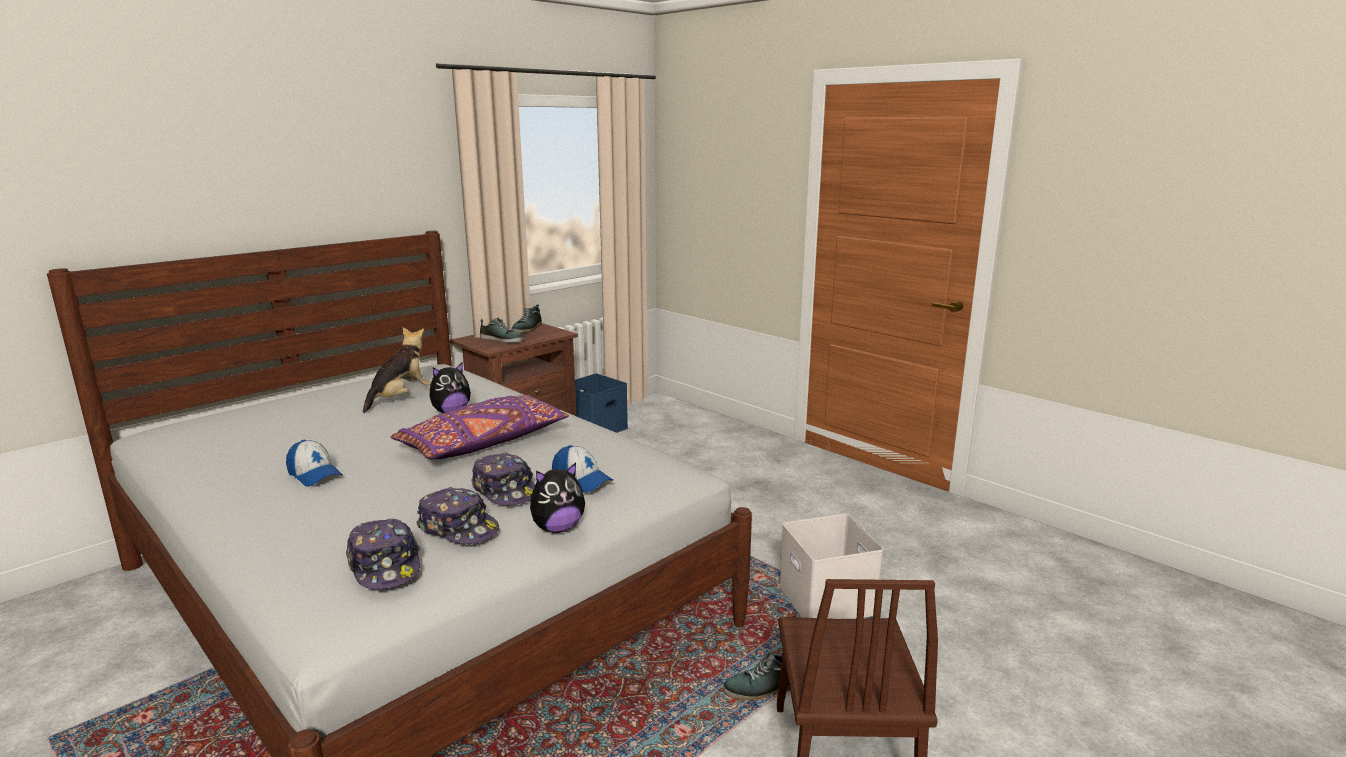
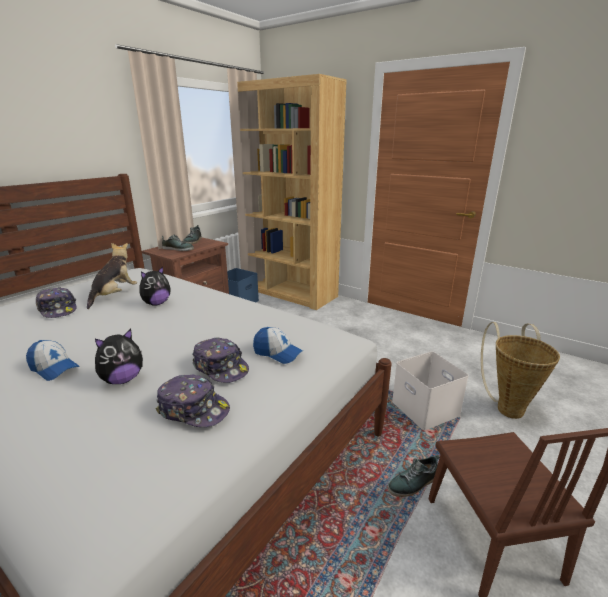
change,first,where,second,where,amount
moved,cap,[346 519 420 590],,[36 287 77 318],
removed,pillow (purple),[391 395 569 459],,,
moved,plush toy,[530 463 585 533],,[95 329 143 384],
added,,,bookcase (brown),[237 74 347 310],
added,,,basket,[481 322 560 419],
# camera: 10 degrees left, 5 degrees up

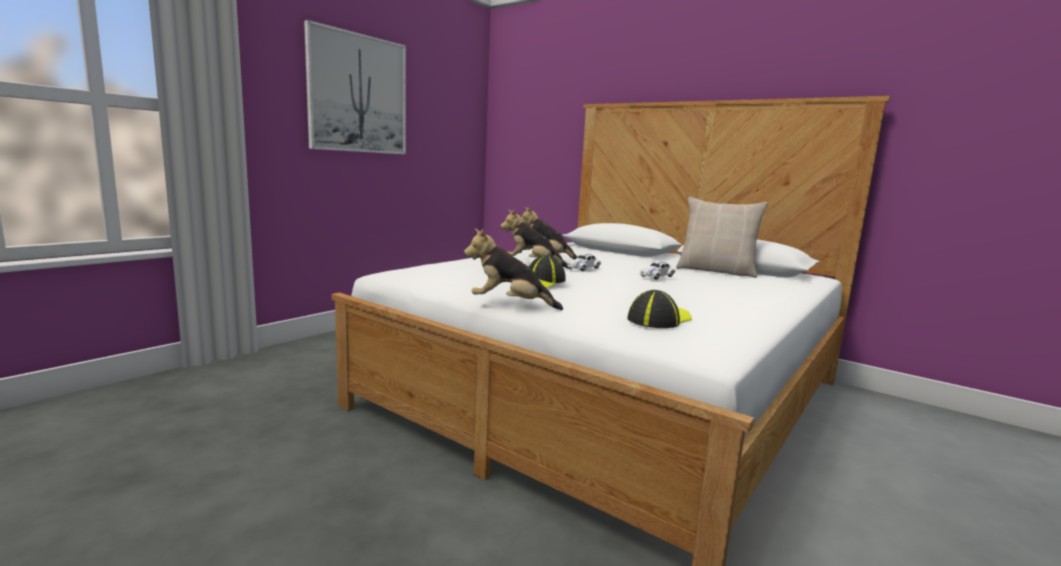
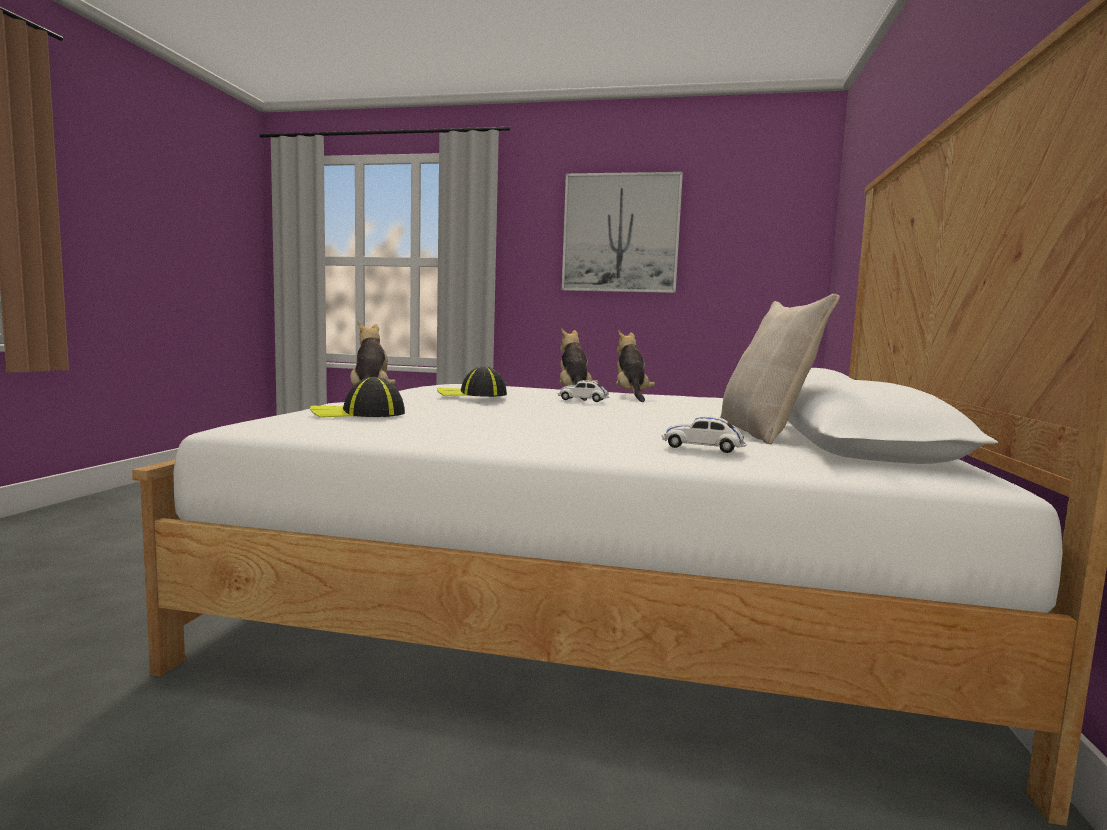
change,first,where,second,where,amount
turned,cap,[627 290 692 328],,[310 377 405 418],150 degrees clockwise
moved,toy car (white),[640 261 675 280],,[661 416 747 453],
# camera: 65 degrees right, 5 degrees down

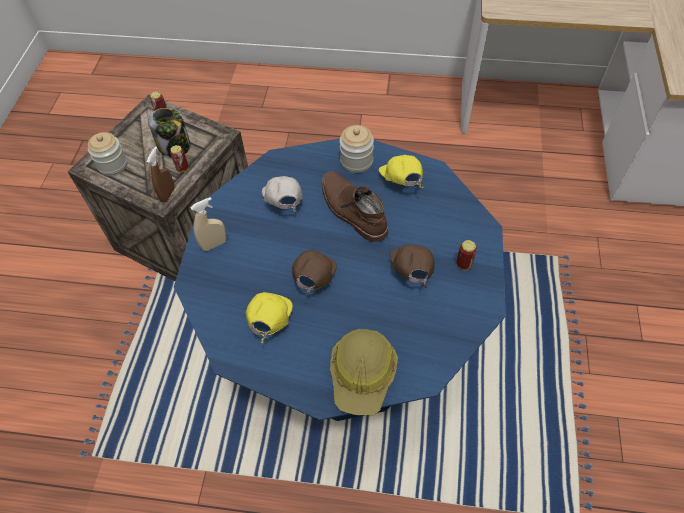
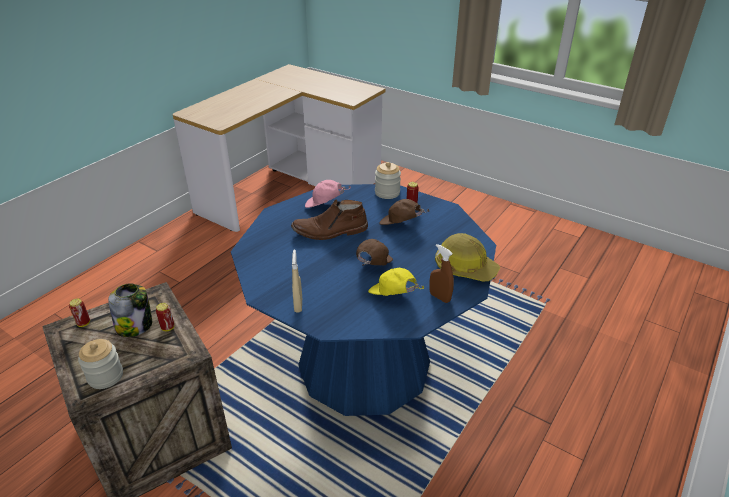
change,first,where,second,where,amount
moved,spray bottle (brown),[147 147 175 202],,[429 244 454 303],
removed,cap (white),[262 176 303 212],,,
turned,cap (brown),[292 250 337 297],,[356 239 393 265],75 degrees clockwise
moved,jar,[339 125 374 173],,[375 162 401 199],
recoloured,cap (yellow),[379 155 424 188],cap (pink),[305 180 351 208],
# camera: 65 degrees left, 20 degrees down

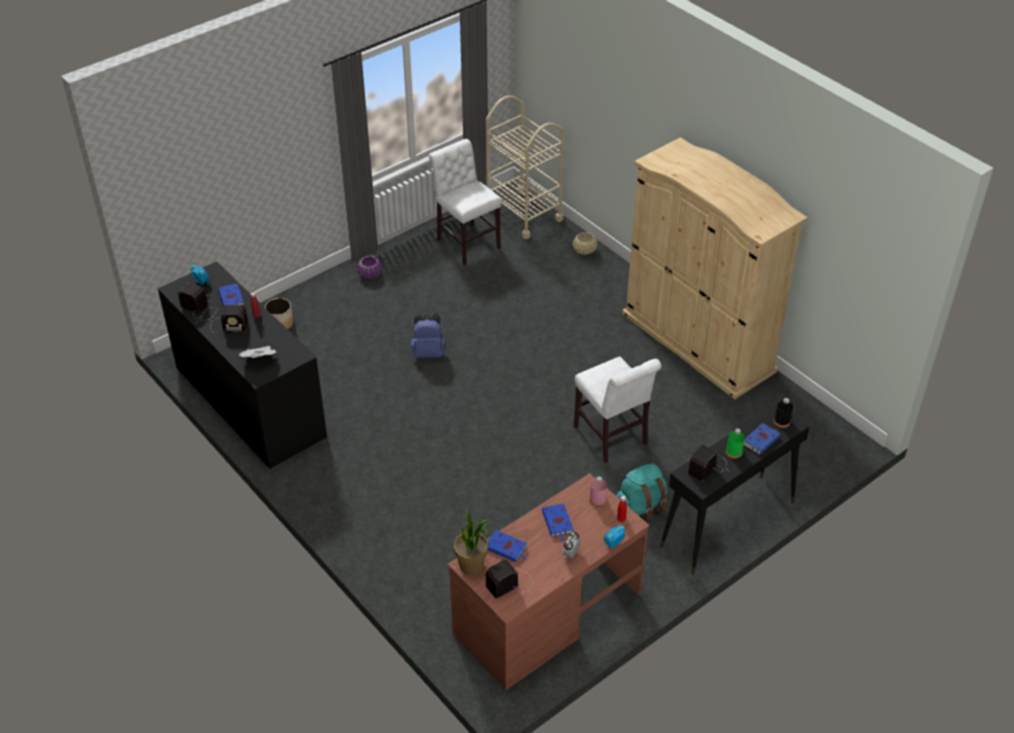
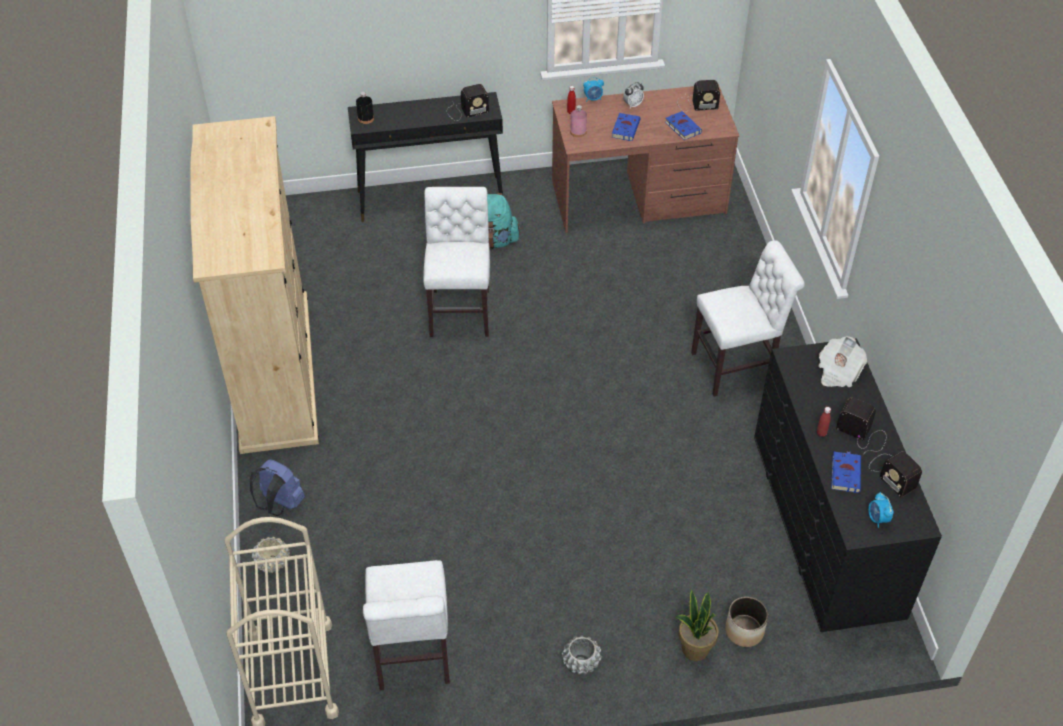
change,first,where,second,where,amount
recoloured,planter (purple),[357 256 382 279],planter (grey),[562 635 602 675],
moved,backpack (blue),[411 312 445 358],,[250 459 305 516],
moved,potted plant,[454 509 491 575],,[675 590 719 661],
removed,bottle (green),[726 428 745 459],,,
removed,book (blue),[744 423 780 455],,,
added,,,chair (white),[691 240 805 397],
# camera: 150 degrees left, 5 degrees up

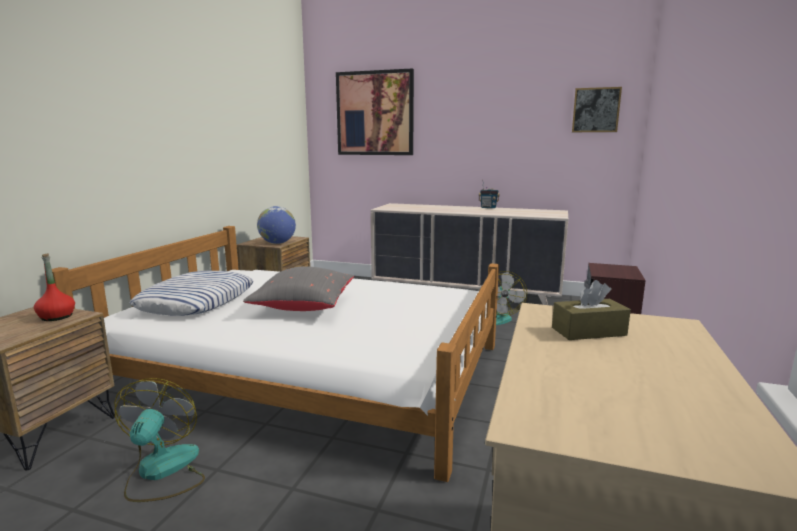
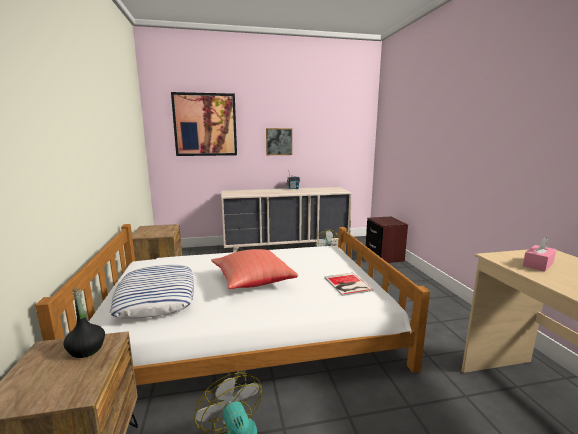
change,first,where,second,where,amount
recoloured,bottle (red),[34 254 75 321],bottle (black),[63 287 105 358],
recoloured,pillow (grey),[243 266 354 311],pillow (red),[211 249 298 289],
removed,globe,[257 206 296 244],,,
recoloured,tissue box (brown),[552 280 631 340],tissue box (pink),[523 237 556 272],
moved,picture,[572 87 622 132],,[266 128 292 155],
added,,,book,[325 273 373 296],
# camera: 30 degrees left, 0 degrees up

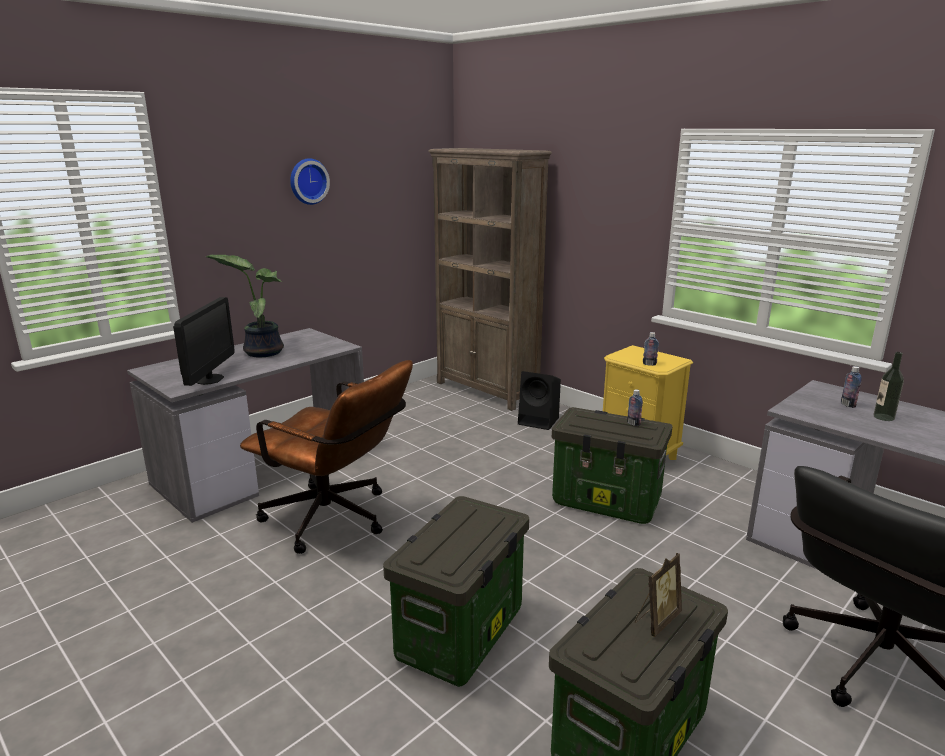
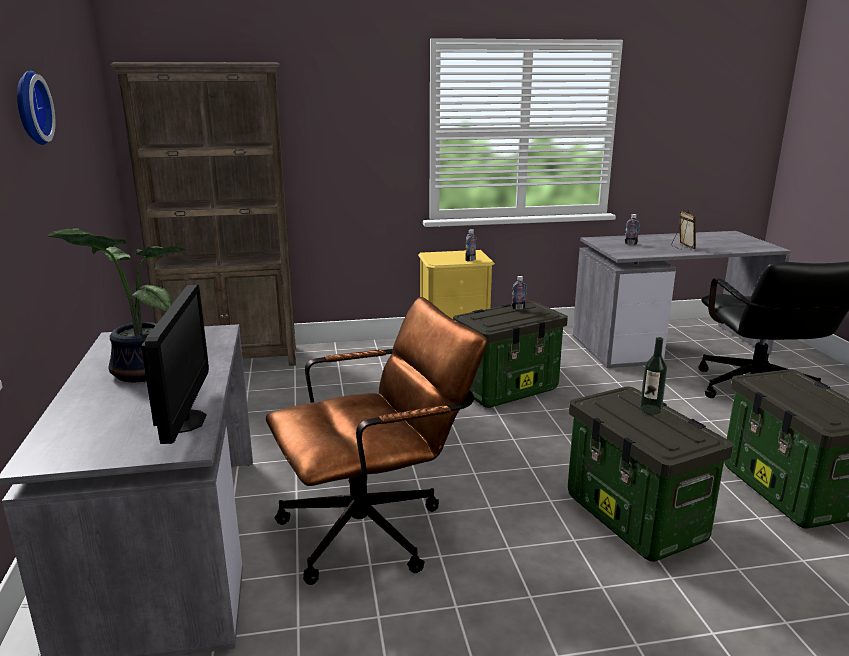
change,first,where,second,where,amount
turned,monitor,[173 297 235 386],,[141 285 209 444],45 degrees clockwise
removed,speaker (black),[518 371 561 430],,,
moved,picture frame,[635 553 682 637],,[671 210 696 250],
moved,bottle,[873 352 904 421],,[640 337 667 414],
# camera: 55 degrees left, 0 degrees up

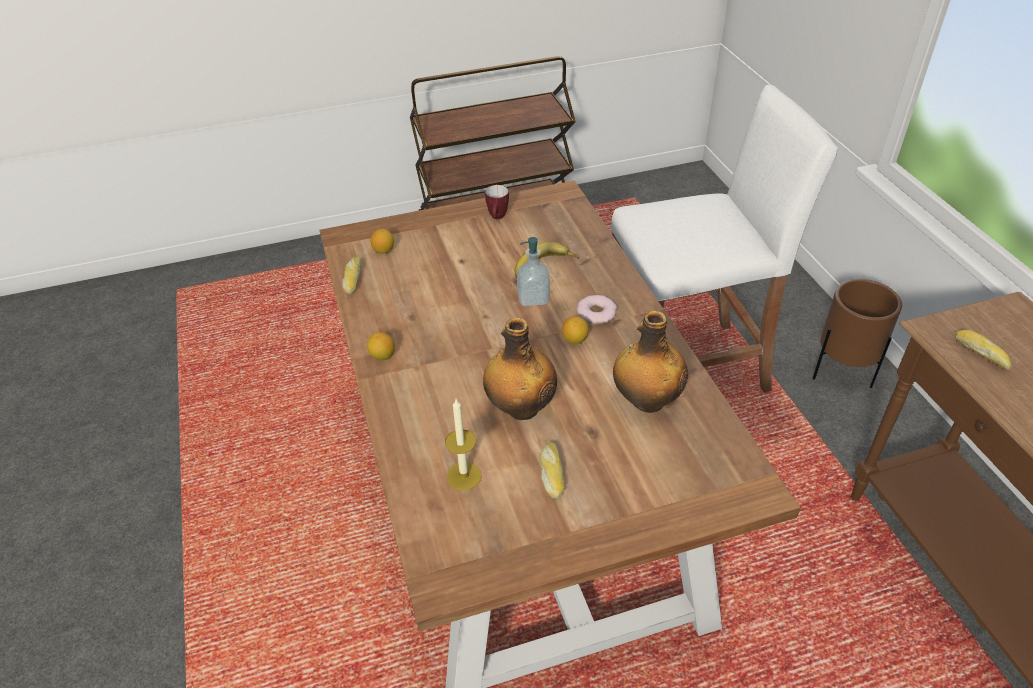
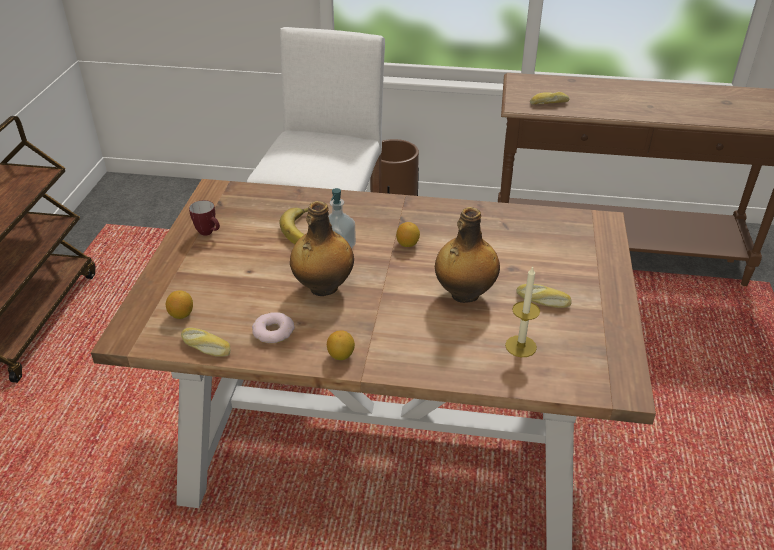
change,first,where,second,where,amount
moved,donut,[577 295 617 324],,[252 312 295 343],
moved,bottle,[613 311 688 413],,[290 201 354 296],
# camera: 65 degrees left, 5 degrees down

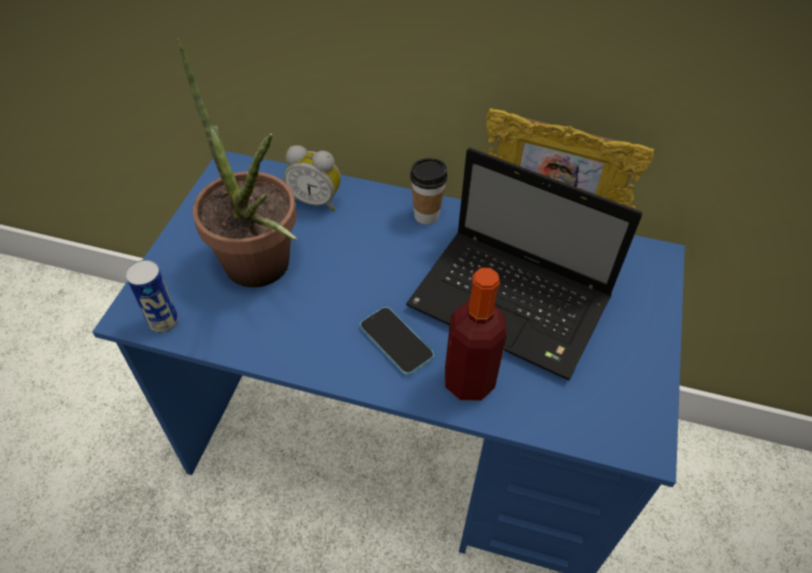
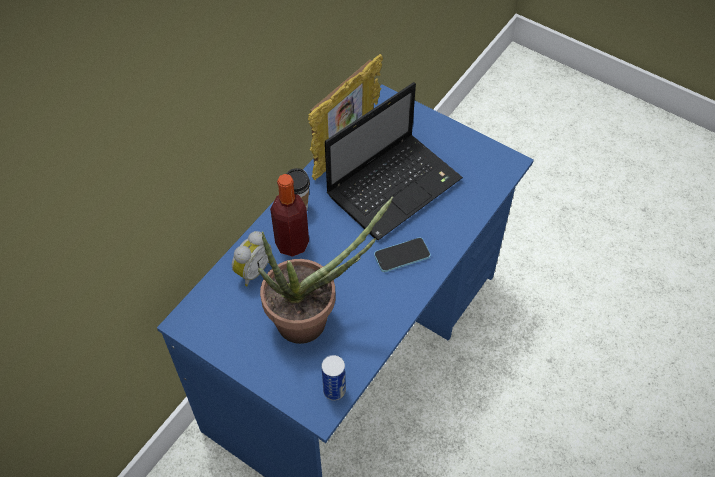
change,first,where,second,where,amount
moved,bottle,[445 268 507 401],,[270 174 309 257],
# camera: 70 degrees left, 5 degrees up

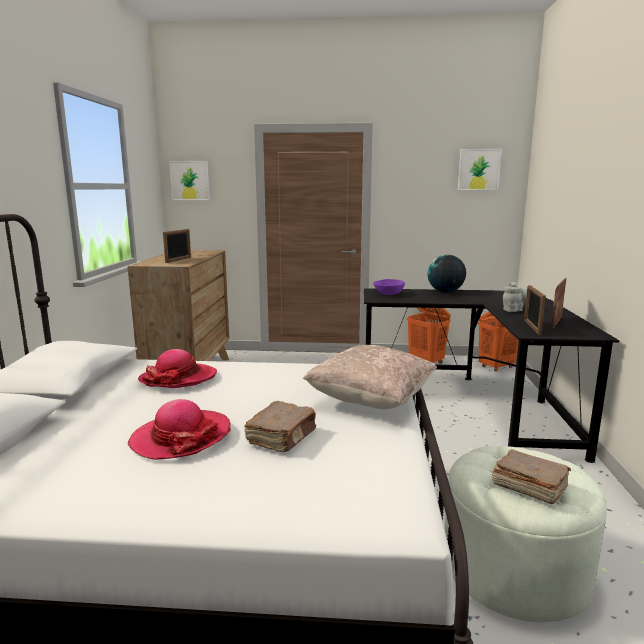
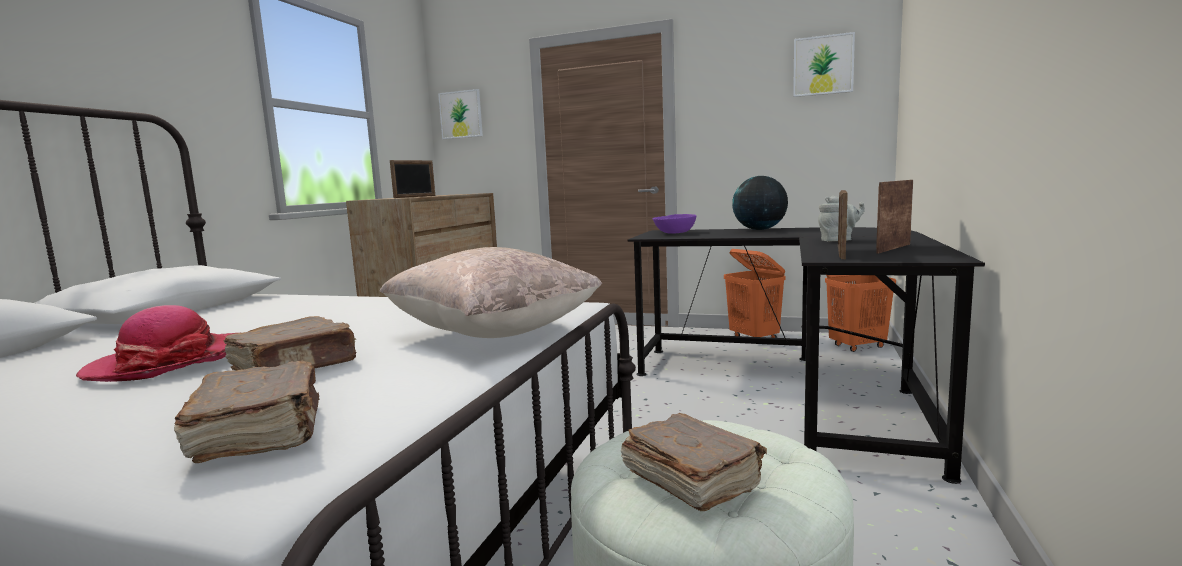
change,first,where,second,where,amount
removed,hat,[138 349 217 388],,,
added,,,book (brown),[174 361 320 463],
# camera: 15 degrees right, 5 degrees down

